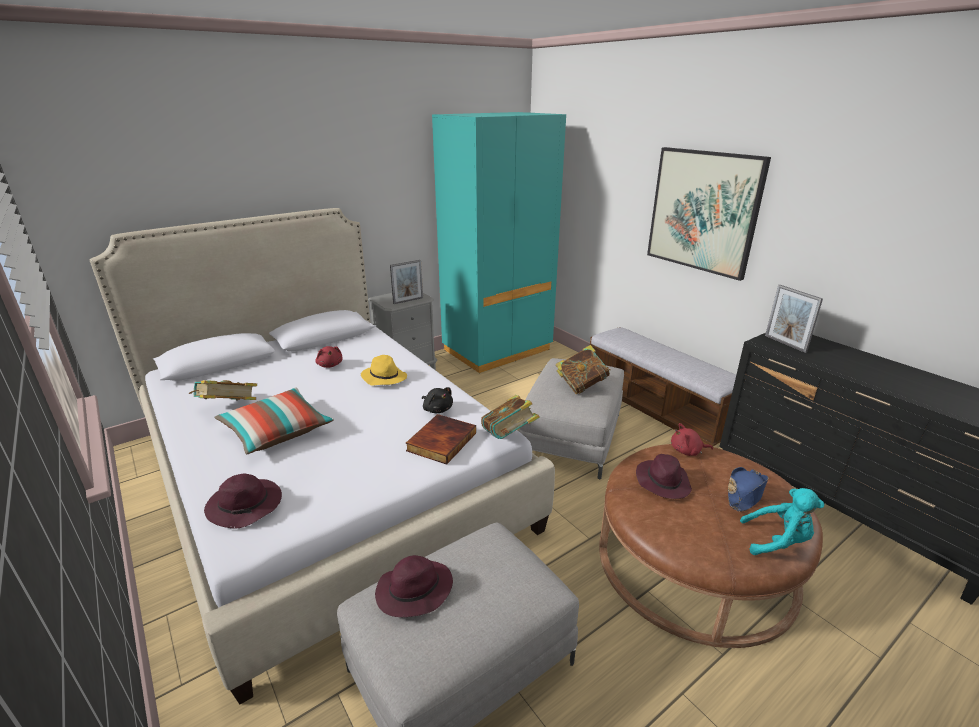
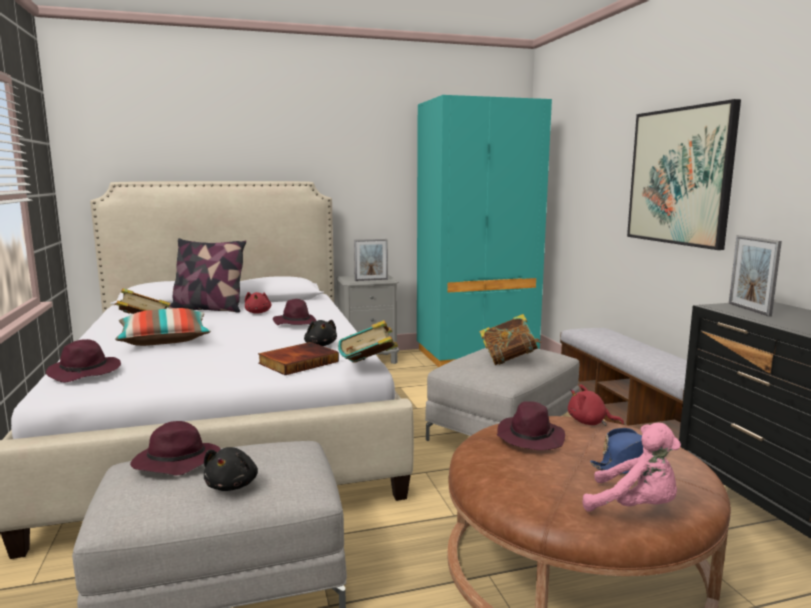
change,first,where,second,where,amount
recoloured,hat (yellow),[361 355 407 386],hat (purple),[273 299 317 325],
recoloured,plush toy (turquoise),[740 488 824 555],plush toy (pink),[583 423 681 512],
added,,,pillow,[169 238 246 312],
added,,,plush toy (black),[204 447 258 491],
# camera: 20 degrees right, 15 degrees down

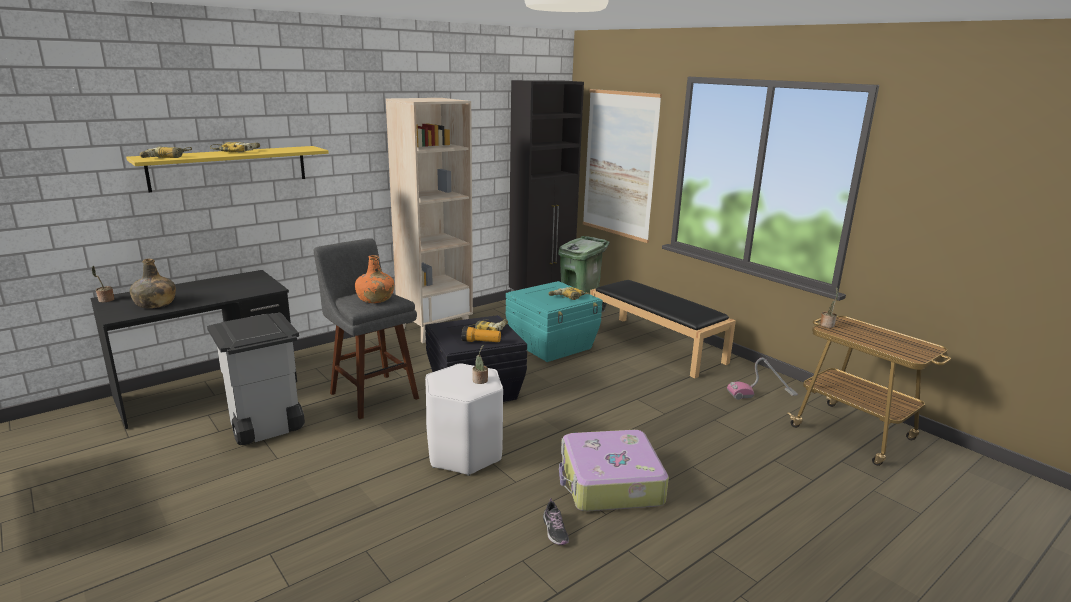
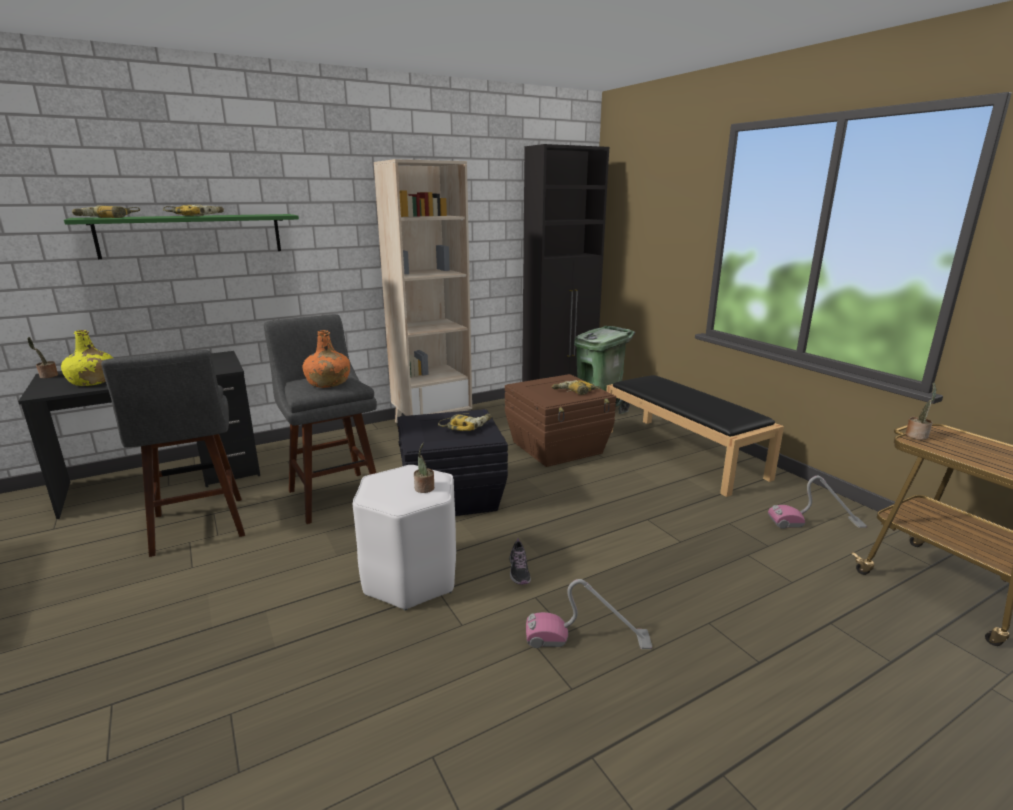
change,first,where,second,where,amount
recoloured,shelf (yellow),[126 146 329 192],shelf (green),[64 214 299 259],
recoloured,bottle (green),[130 259 176 308],bottle (yellow),[61 330 113 386],
replaced,trash can (grey),[207 313 305 445],stool (grey),[101 350 245 557],
removed,flashlight,[462 327 501 342],,,
recoloured,storage box (turquoise),[506 281 602 362],storage box (brown),[505 374 616 467],
moved,shoe,[543 498 569 545],,[509 538 531 585],
replaced,suitcase,[559 430 669 511],vacuum cleaner,[526 579 652 650],
removed,picture,[583 89 662 243],,,
# camera: 10 degrees right, 0 degrees up

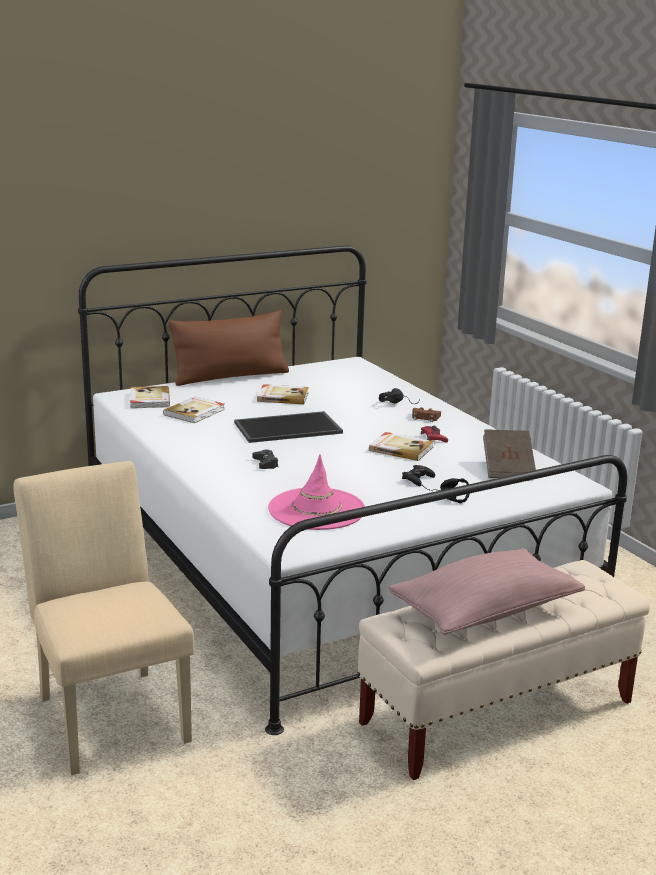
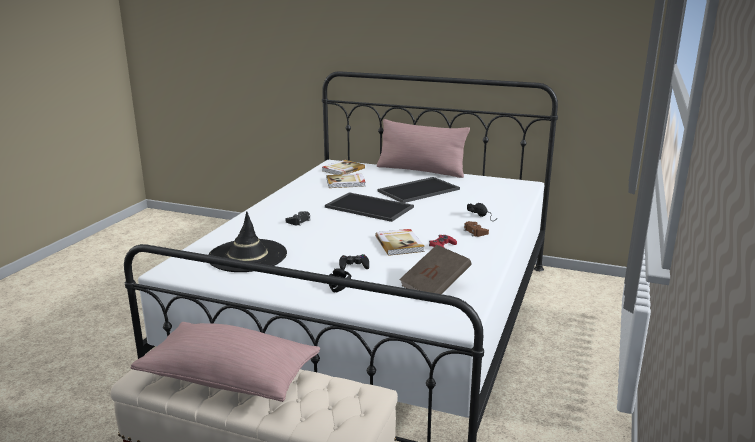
change,first,where,second,where,amount
removed,chair (beige),[13 461 194 775],,,
recoloured,pillow (brown),[168 310 289 386],pillow (pink),[377 119 470 178],
replaced,book,[257 384 309 404],tray,[377 177 460 203],
recoloured,hat (pink),[268 454 365 530],hat (black),[208 212 287 272],
# camera: 50 degrees right, 0 degrees up

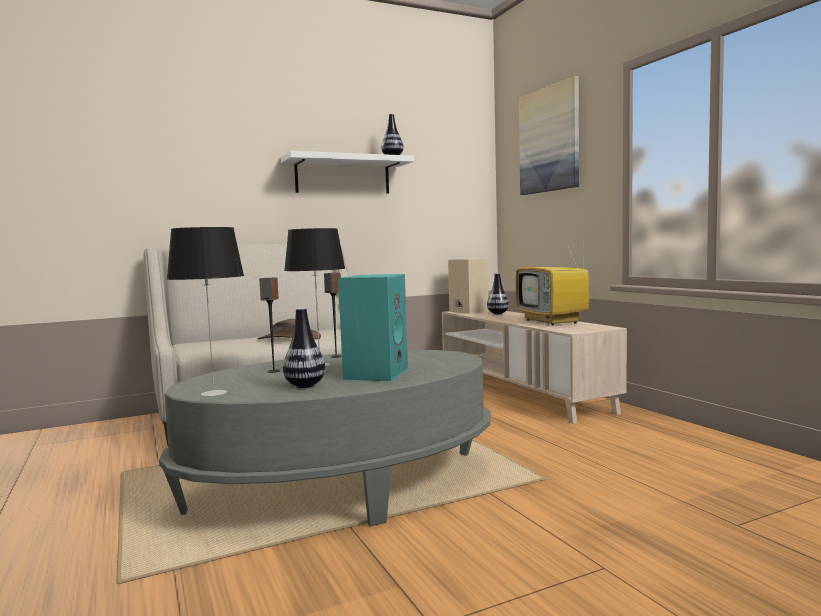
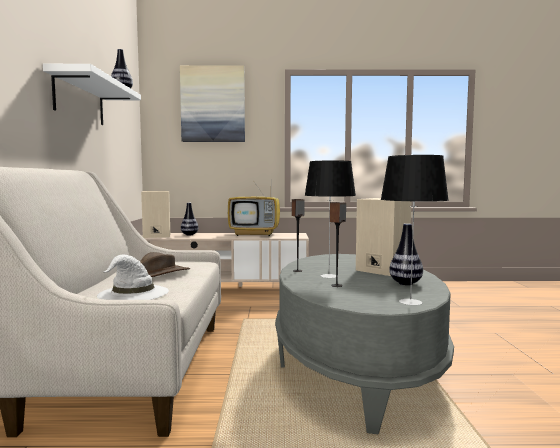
change,first,where,second,where,amount
recoloured,speaker (turquoise),[338 274 408 381],speaker (beige),[356 198 411 276],
added,,,hat (white),[97 254 169 300],
# camera: 65 degrees left, 0 degrees up

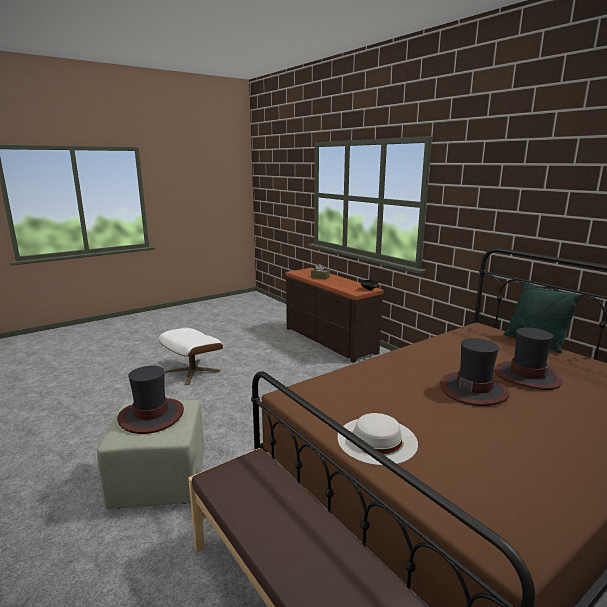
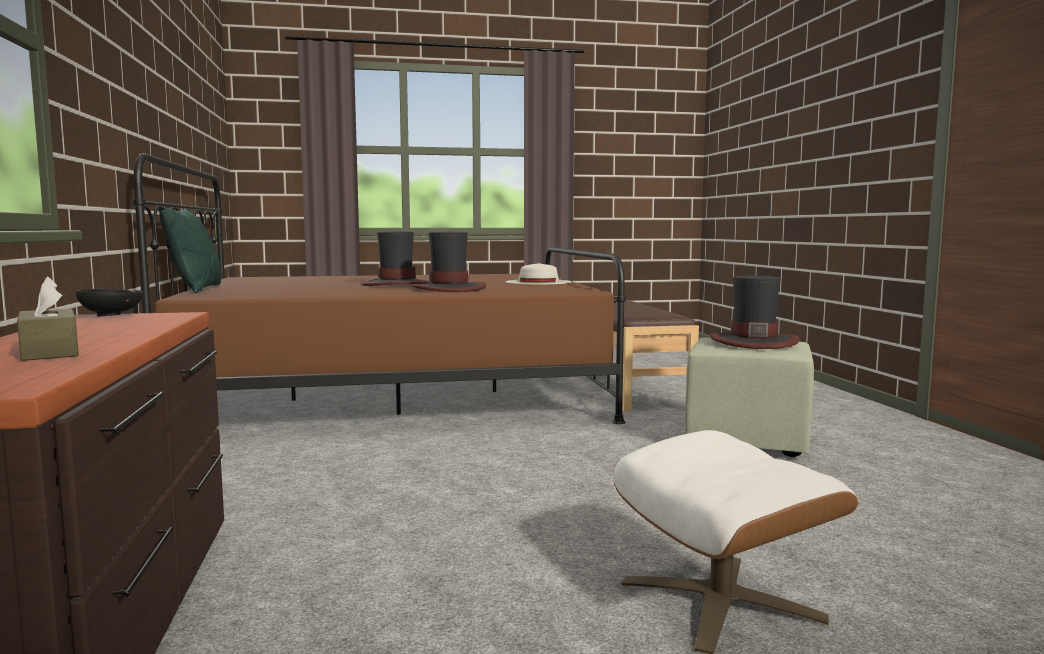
change,first,where,second,where,amount
moved,hat,[495 327 562 390],,[411 231 486 292],
# camera: 155 degrees left, 10 degrees down

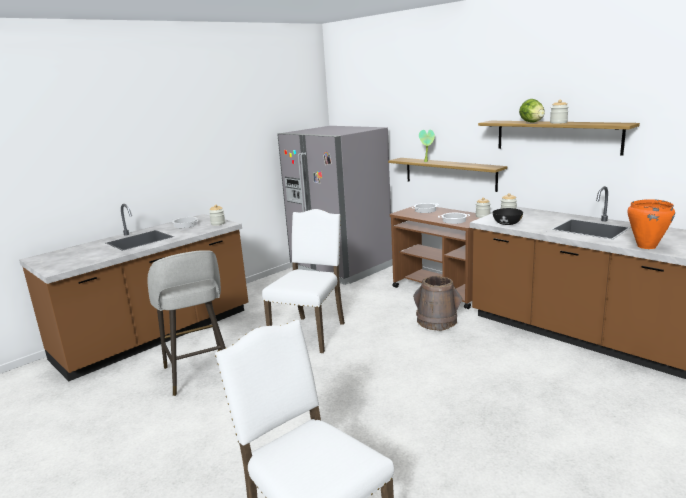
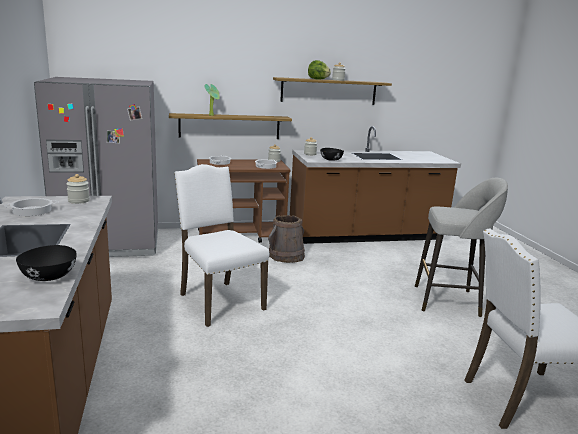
change,first,where,second,where,amount
moved,stool (grey),[148 250 226 396],,[415 178 508 317],
removed,cooking pot (orange),[628 199 675 249],,,
added,,,bowl (black),[16 245 77 281],
# camera: 60 degrees left, 0 degrees up

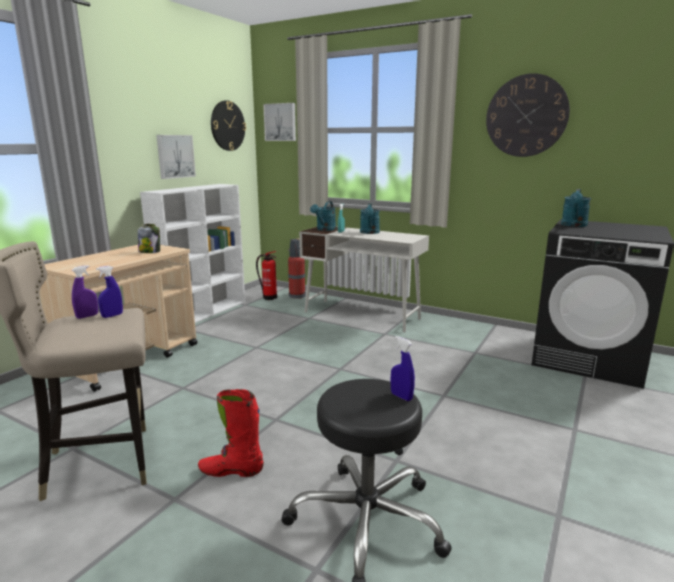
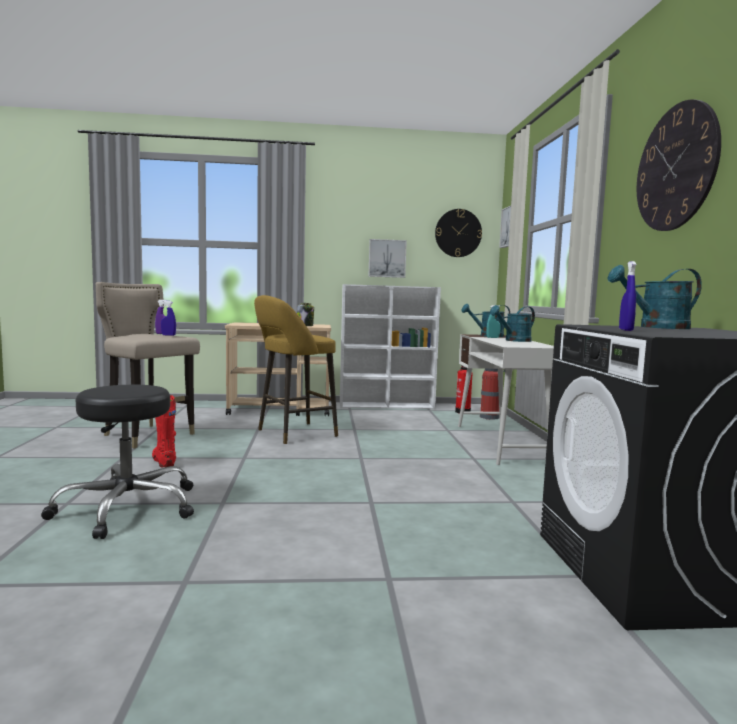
change,first,where,second,where,amount
moved,spray bottle (blue),[391 336 415 401],,[619 261 636 331],
added,,,stool (yellow),[254 295 338 444],
# camera: 55 degrees right, 10 degrees down

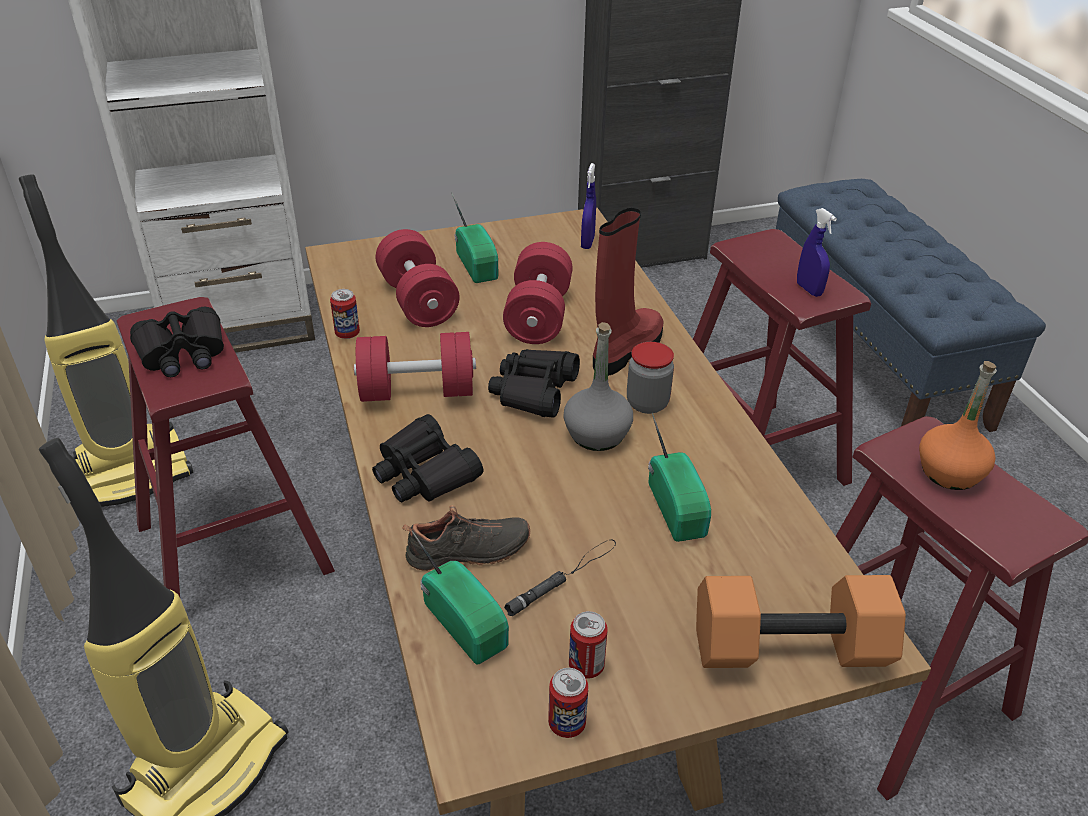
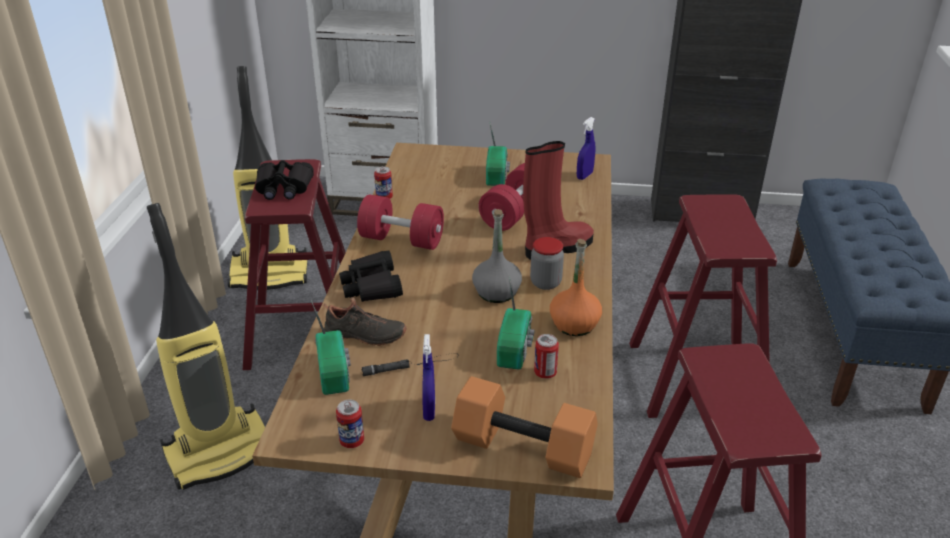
change,first,where,second,where,amount
removed,dumbbell (red),[376 229 460 327],,,
removed,binoculars (black),[488 349 580 418],,,
moved,can,[569 611 608 679],,[534 334 559 379],
moved,spray bottle (blue),[797 208 837 297],,[422 334 435 421],
moved,bottle (orange),[919 361 997 490],,[550 239 602 336],
# camera: 25 degrees right, 5 degrees down

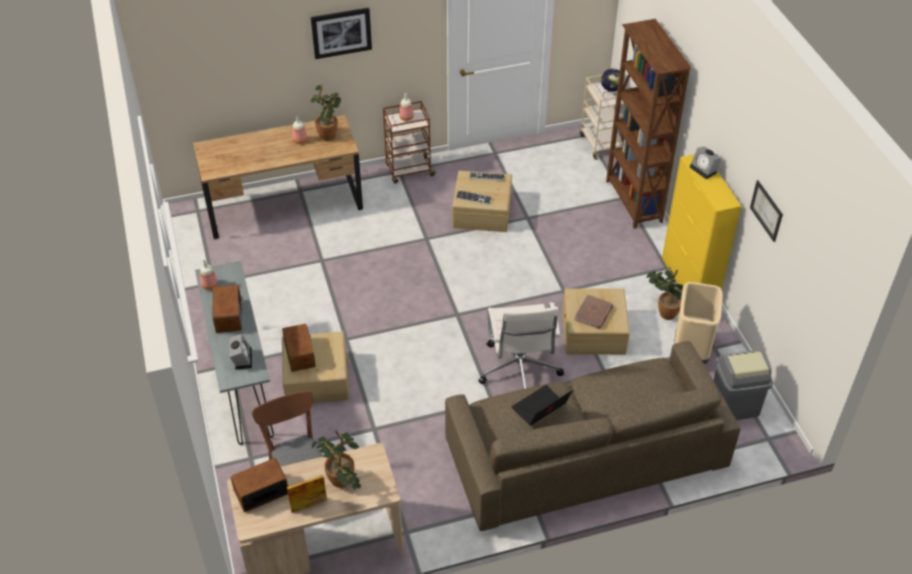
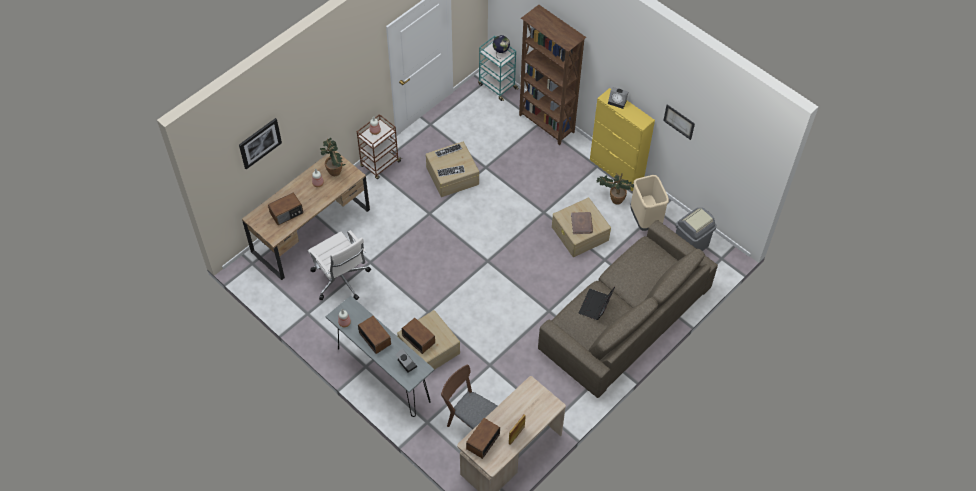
change,first,where,second,where,amount
moved,picture,[311 8 372 59],,[239 118 282 170],
removed,potted plant,[312 429 361 490],,,
moved,office chair (white),[478 302 564 389],,[308 230 371 300],
recoloured,cart (beige),[580 75 626 160],cart (turquoise),[478 36 519 101],
added,,,radio,[268 193 303 225],
# camera: 30 degrees left, 10 degrees up

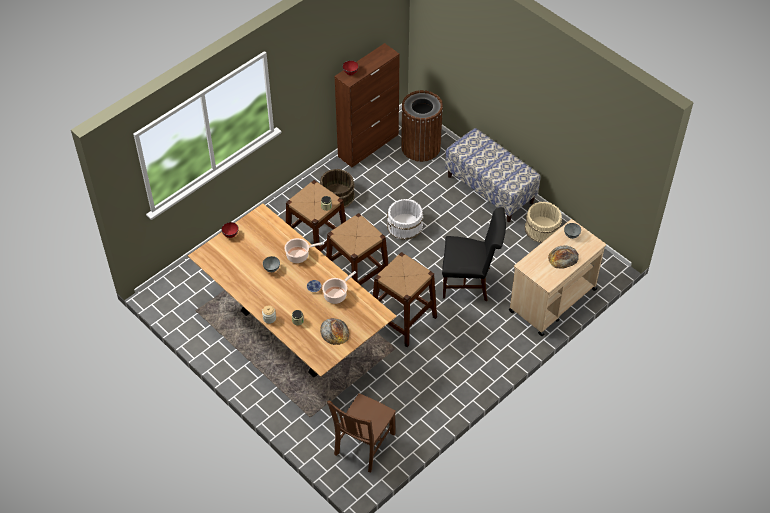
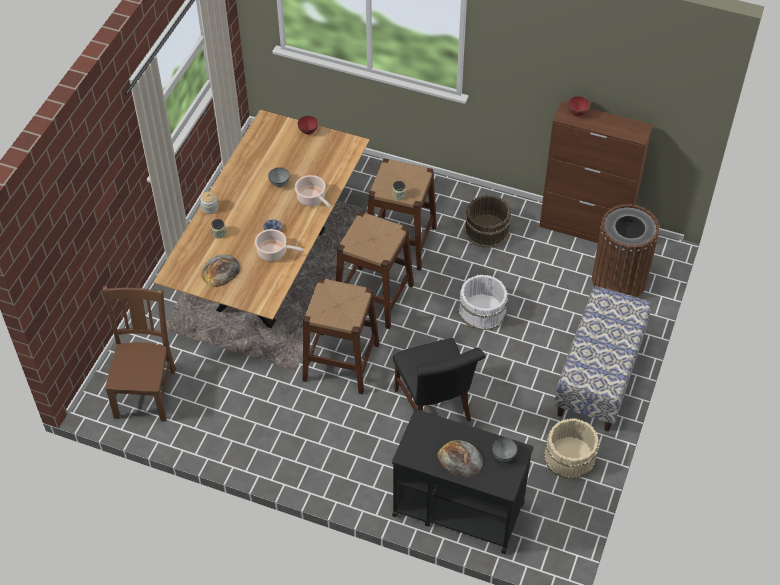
change,first,where,second,where,amount
turned,chair (brown),[327 393 396 472],,[103 286 176 422],90 degrees clockwise
recoloured,cart (beige),[509 219 606 336],cart (black),[392 409 533 554],
# camera: 65 degrees right, 0 degrees up

